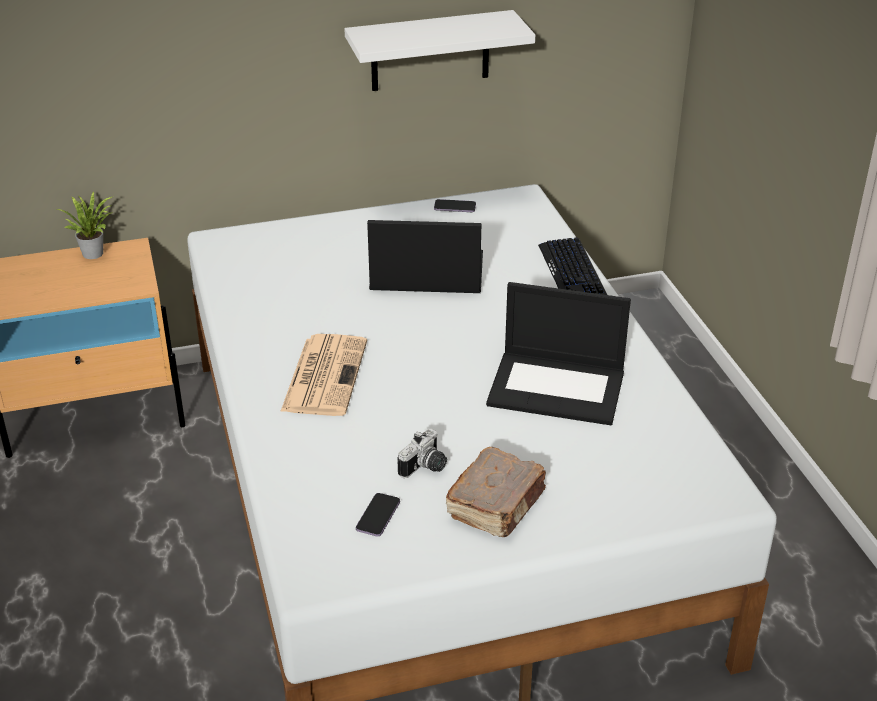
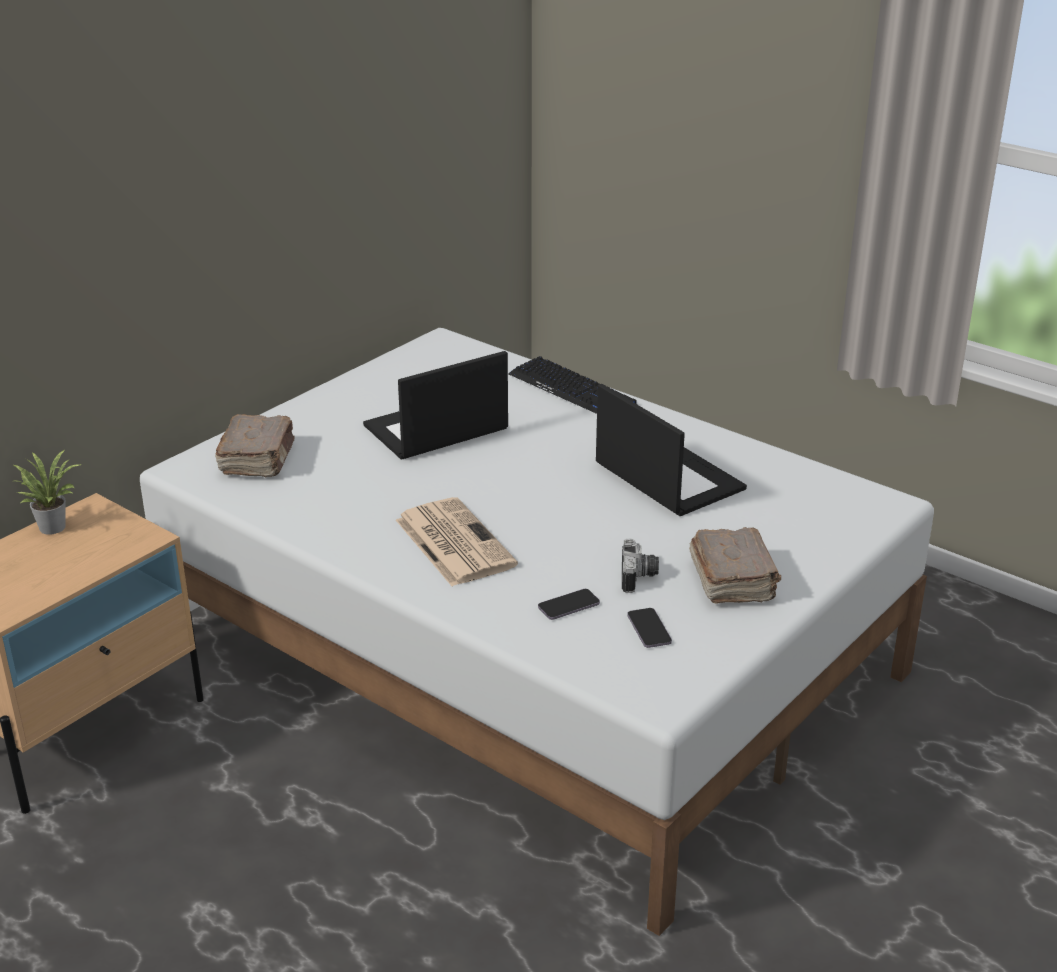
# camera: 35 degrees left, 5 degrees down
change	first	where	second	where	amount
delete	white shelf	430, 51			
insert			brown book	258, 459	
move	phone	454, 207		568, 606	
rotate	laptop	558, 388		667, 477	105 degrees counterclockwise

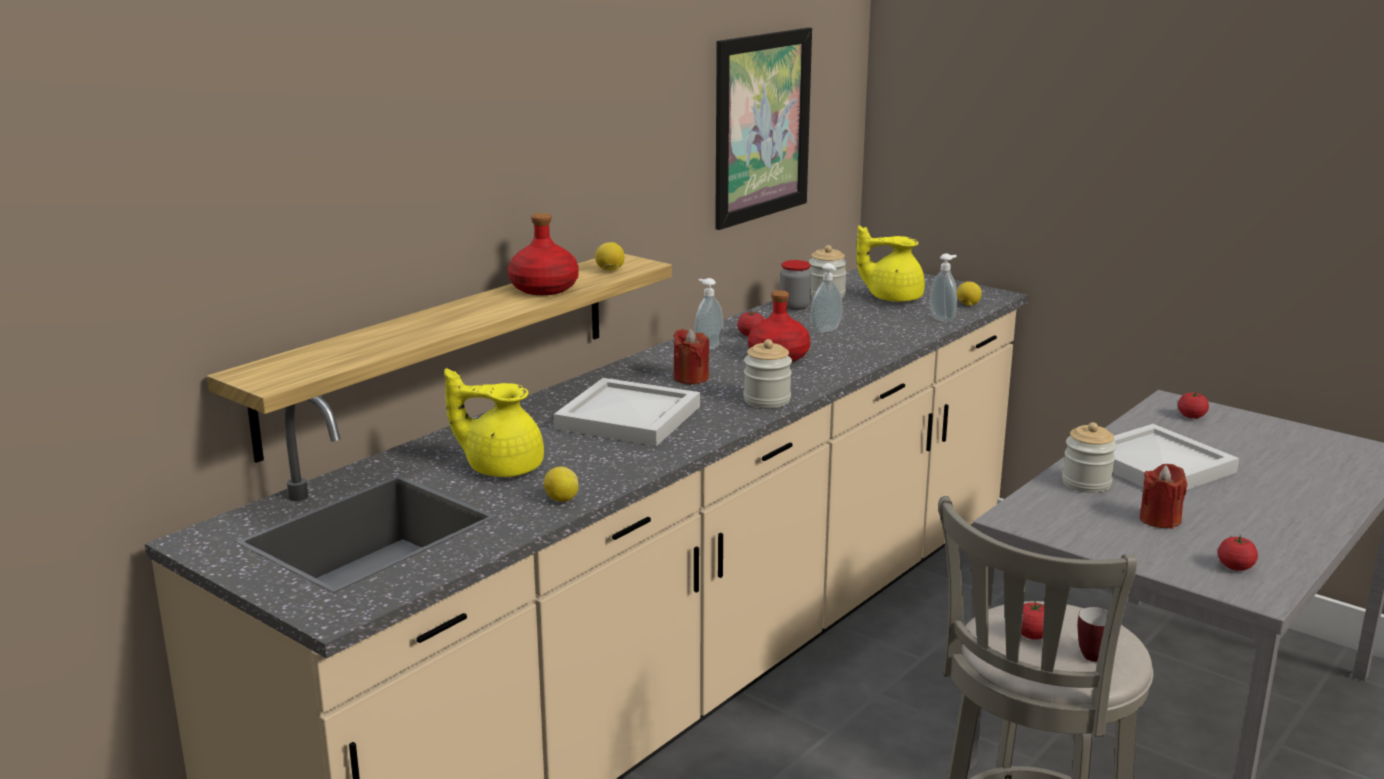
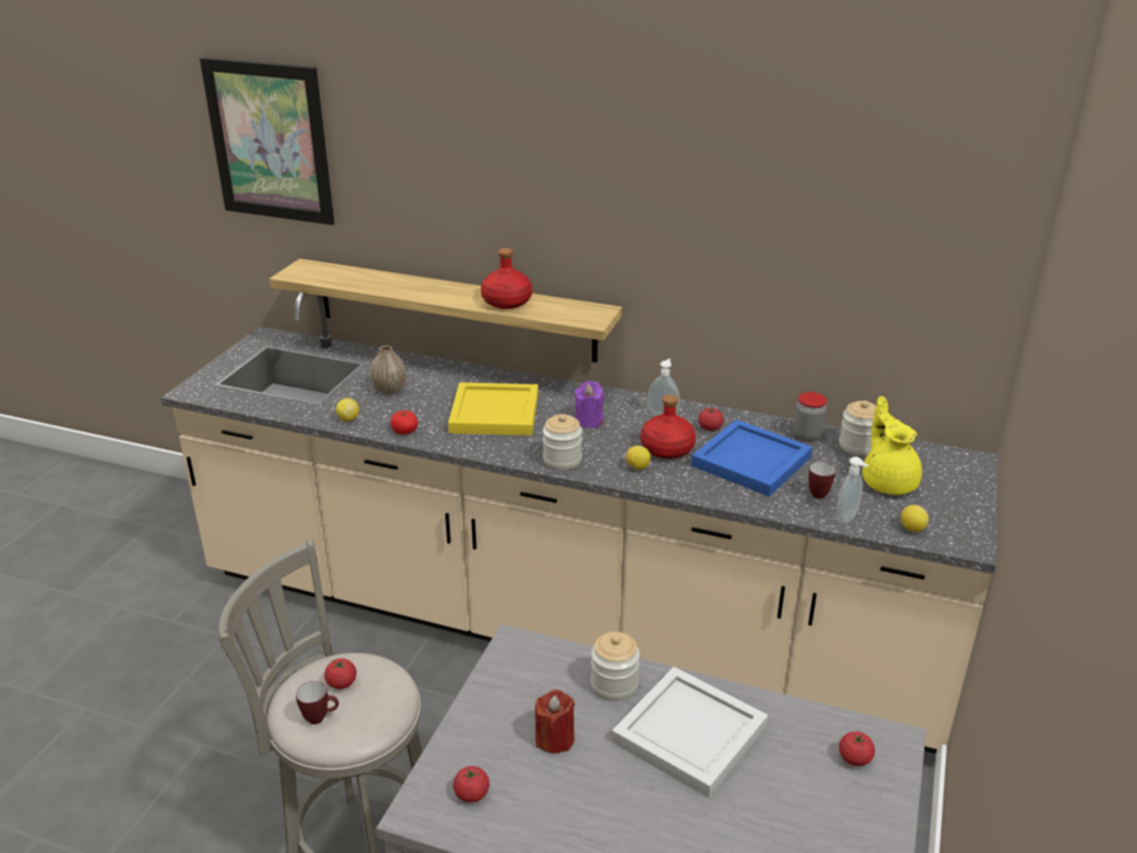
# camera: 70 degrees right, 10 degrees up
change	first	where	second	where	amount
insert			tomato	404, 431	
insert			mug	818, 493	
move	lemon	610, 270		637, 467	
move	picture	762, 126		269, 142	
replace	yellow teapot	501, 467	vase	389, 390	
replace	soap dispenser	827, 331	blue tray	753, 461	
recolor	white tray	630, 417	yellow tray	496, 414	
recolor	red candle	691, 378	purple candle	589, 421	

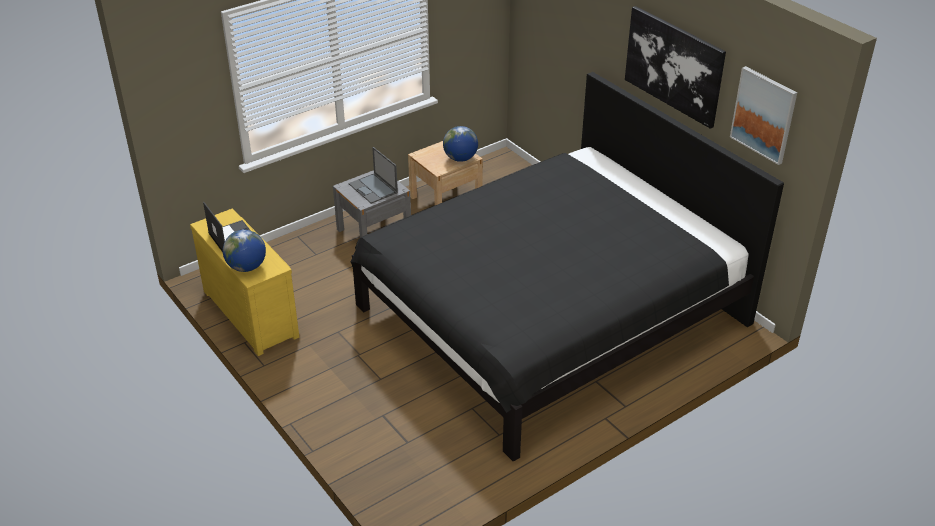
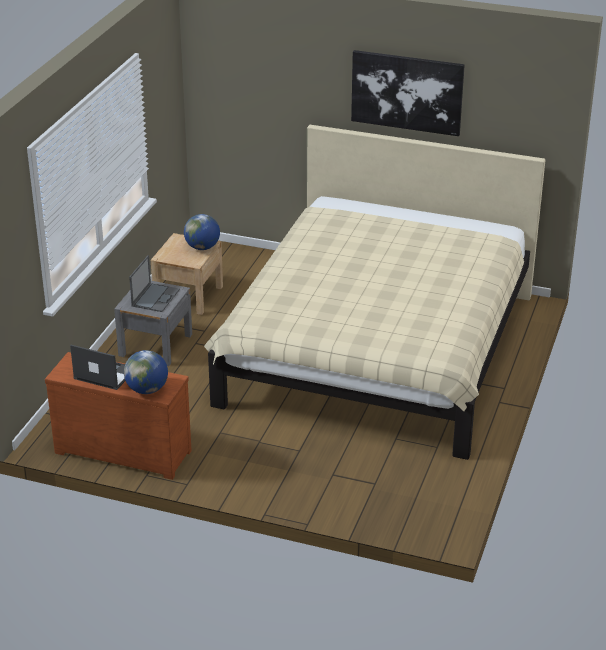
# camera: 35 degrees left, 5 degrees down
change	first	where	second	where	amount
delete	picture	764, 114			
recolor	yellow dresser	253, 312	brown dresser	124, 450	
recolor	black bed	549, 315	beige bed	378, 349	
rotate	laptop	373, 188		155, 297	90 degrees counterclockwise

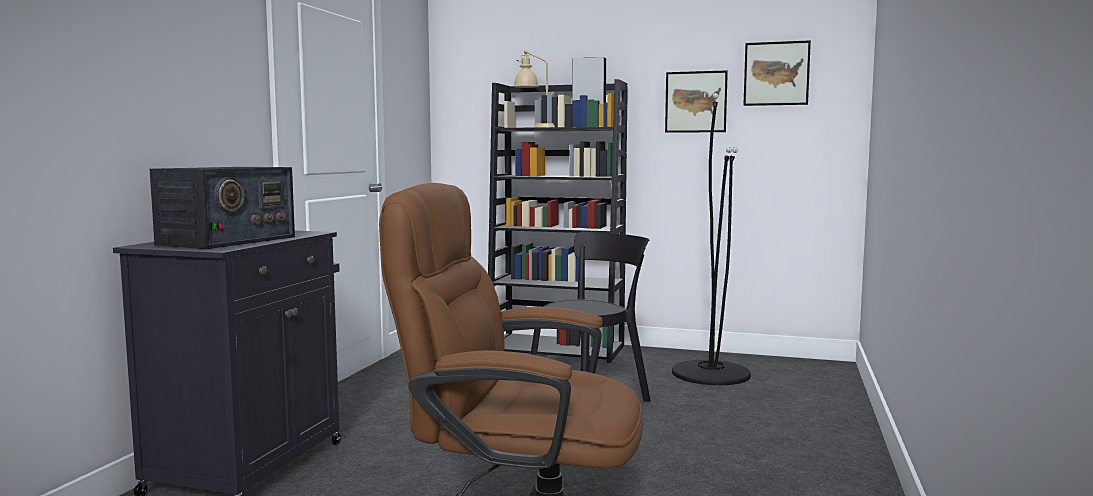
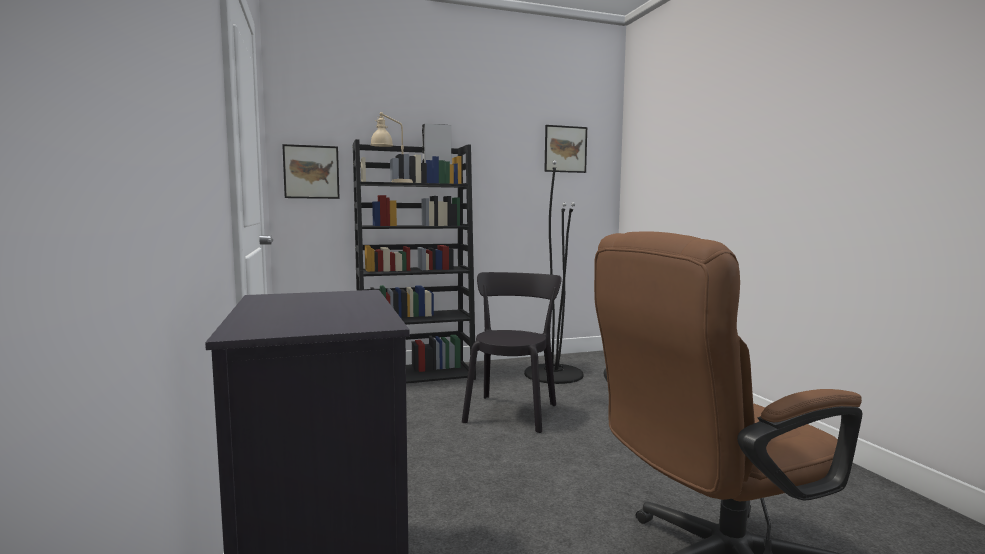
# camera: 35 degrees left, 0 degrees up
change	first	where	second	where	amount
delete	radio	227, 241			
move	picture	696, 102		311, 172	

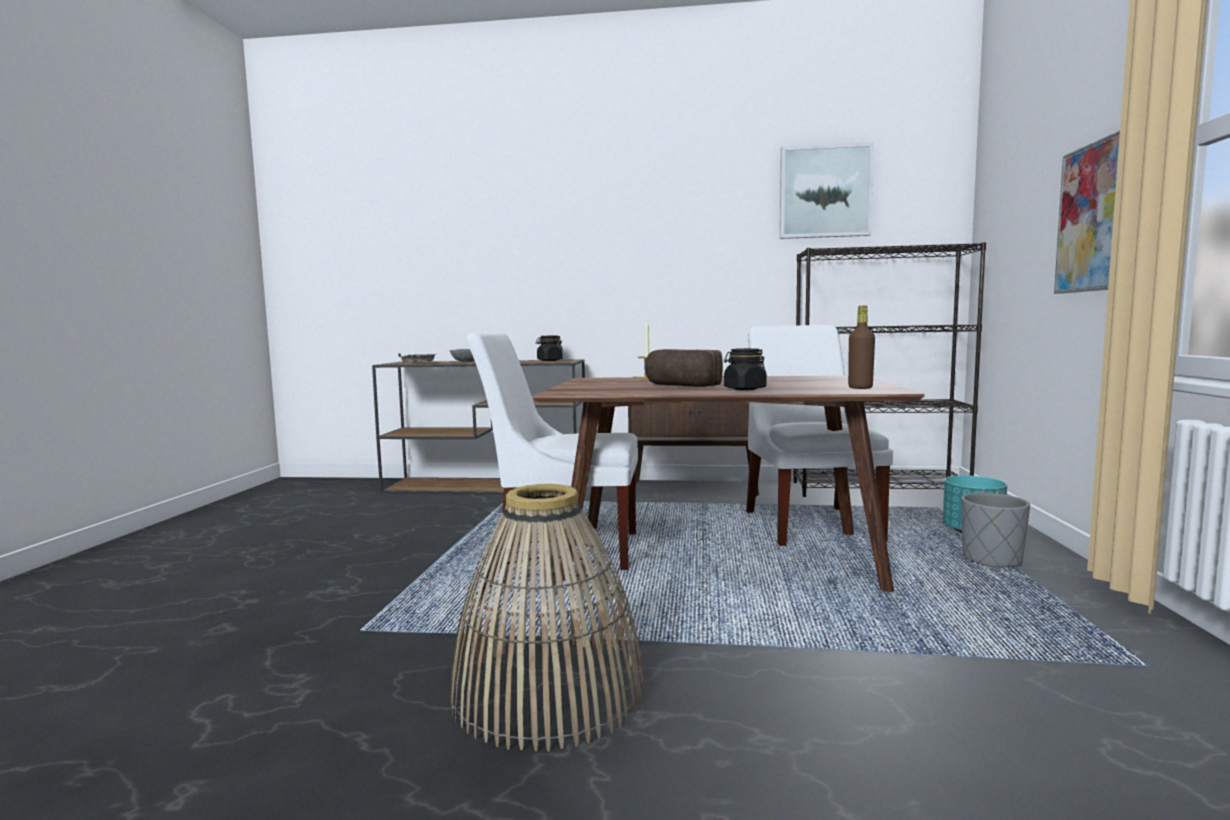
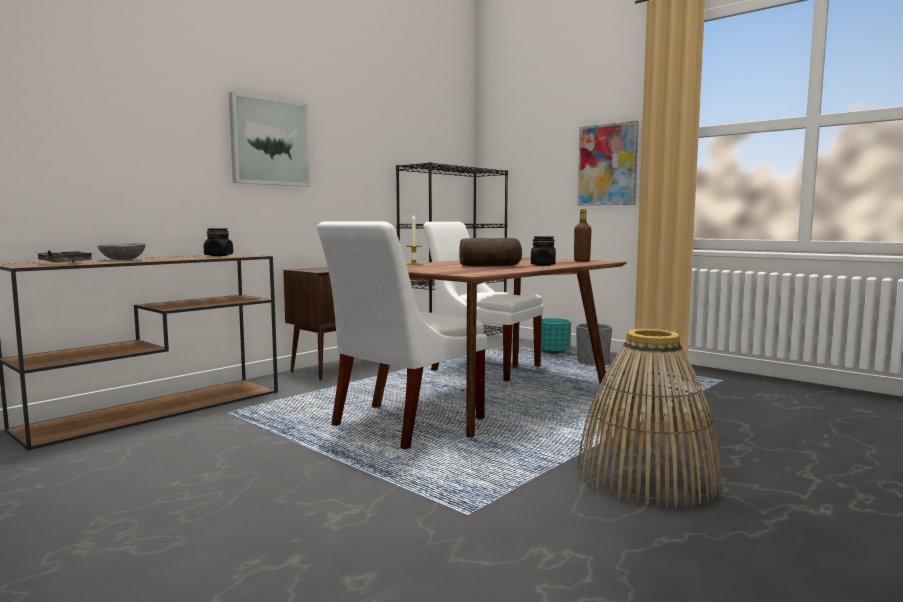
# camera: 55 degrees left, 0 degrees up
change	first	where	second	where	amount
move	picture	825, 192		269, 142	

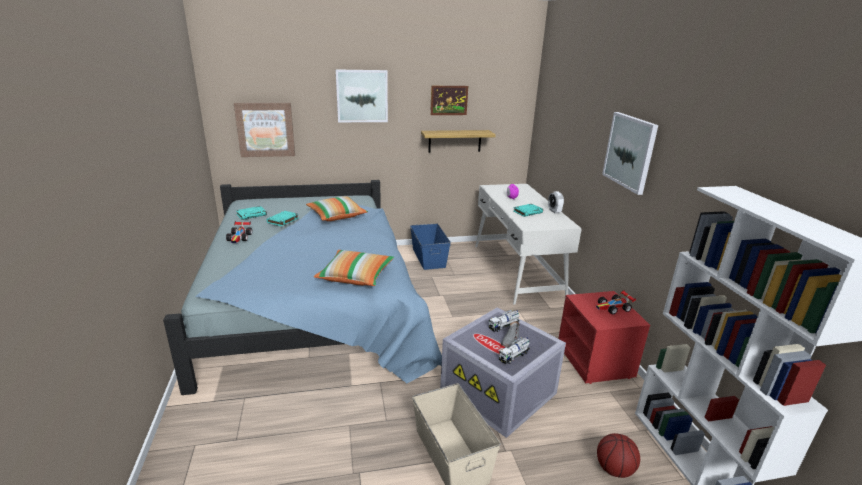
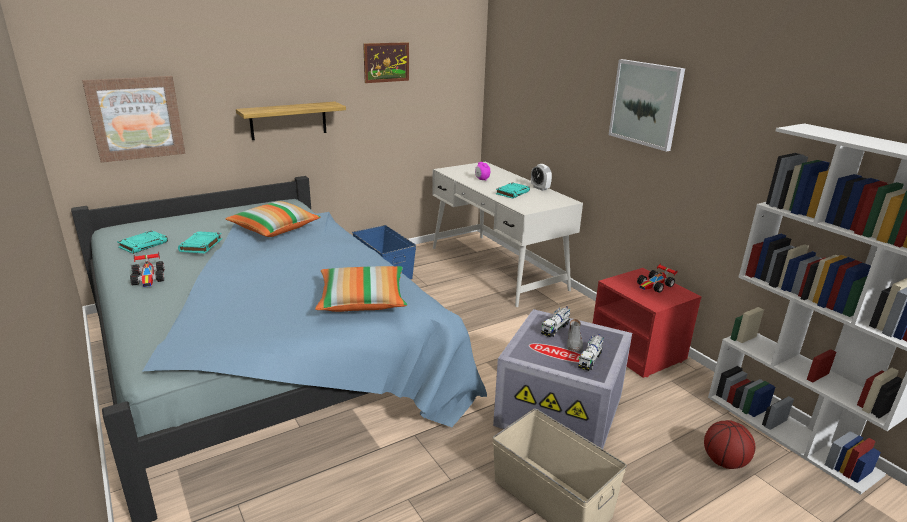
# camera: 20 degrees left, 0 degrees up
change	first	where	second	where	amount
delete	picture	362, 96			
move	shelf	455, 141		288, 120	

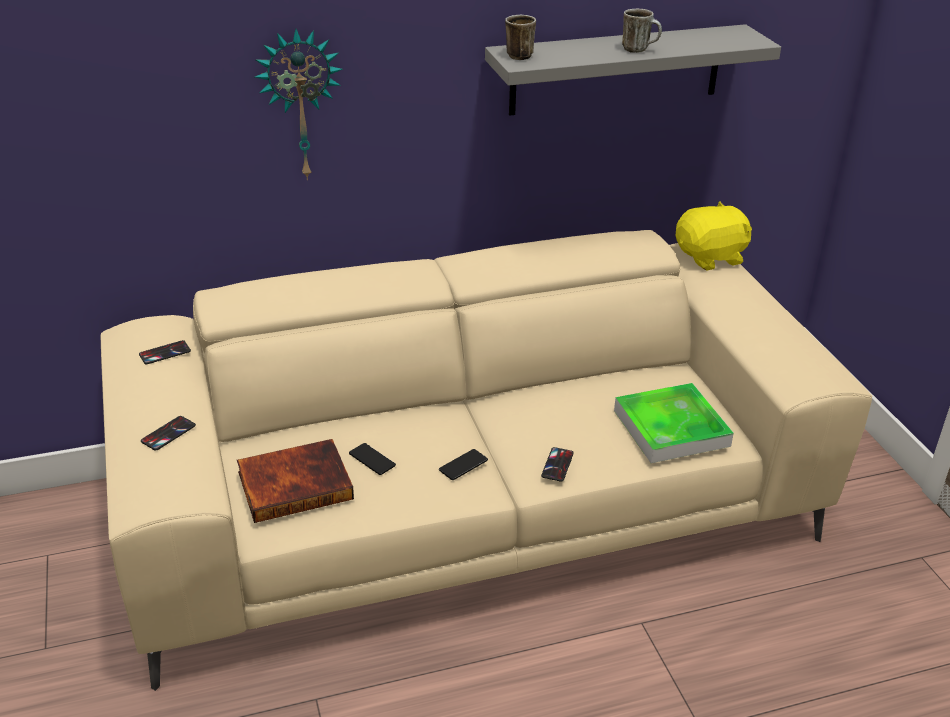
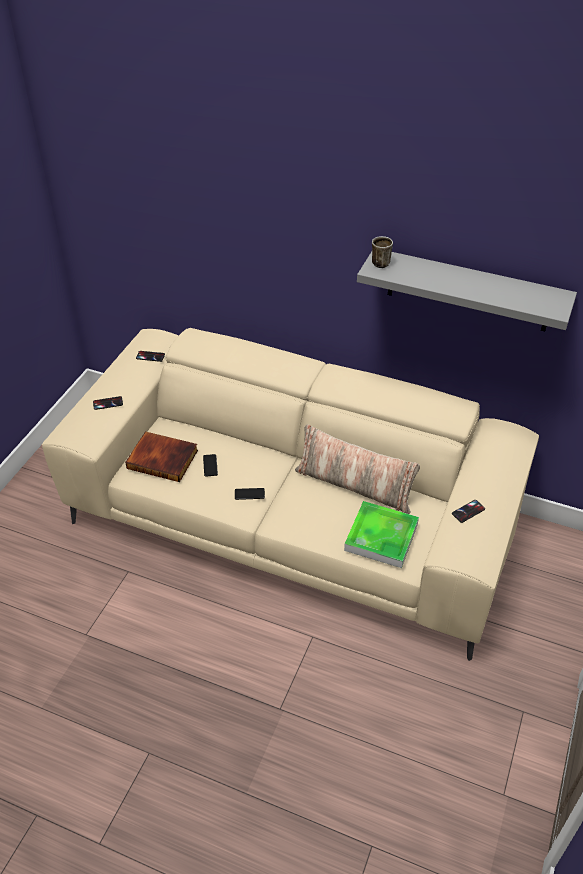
# camera: 40 degrees right, 10 degrees up
change	first	where	second	where	amount
delete	wall clock	300, 104			
delete	mug	640, 50			
delete	yellow plush toy	711, 257			
insert			pillow	354, 486	
move	phone	557, 465		468, 511	

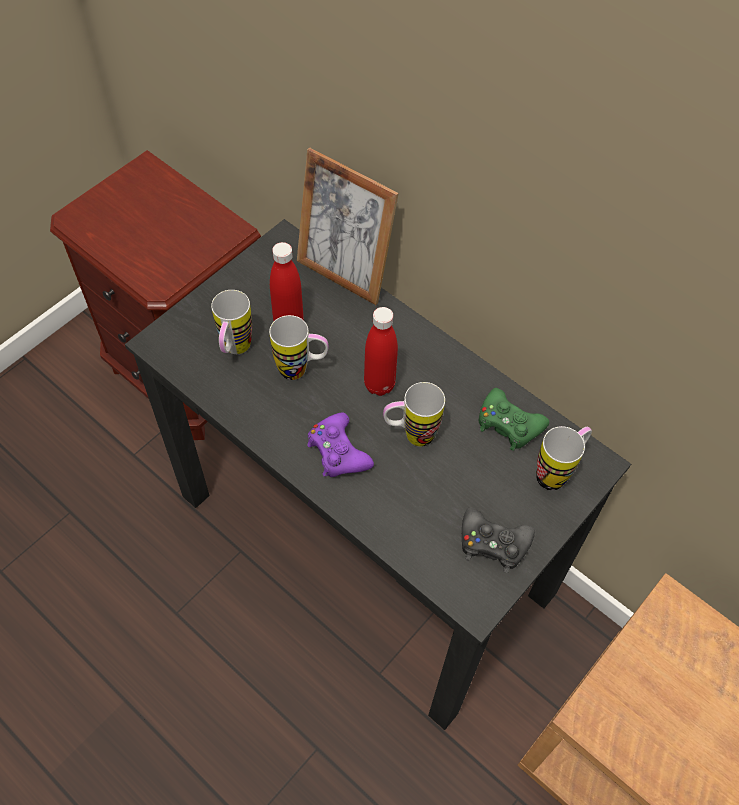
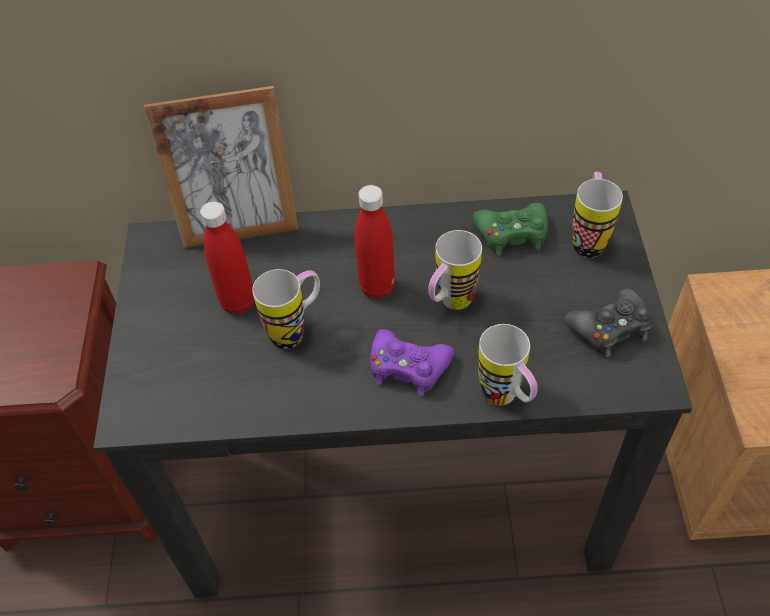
# camera: 40 degrees left, 5 degrees down
change	first	where	second	where	amount
move	mug	234, 351		506, 399	

